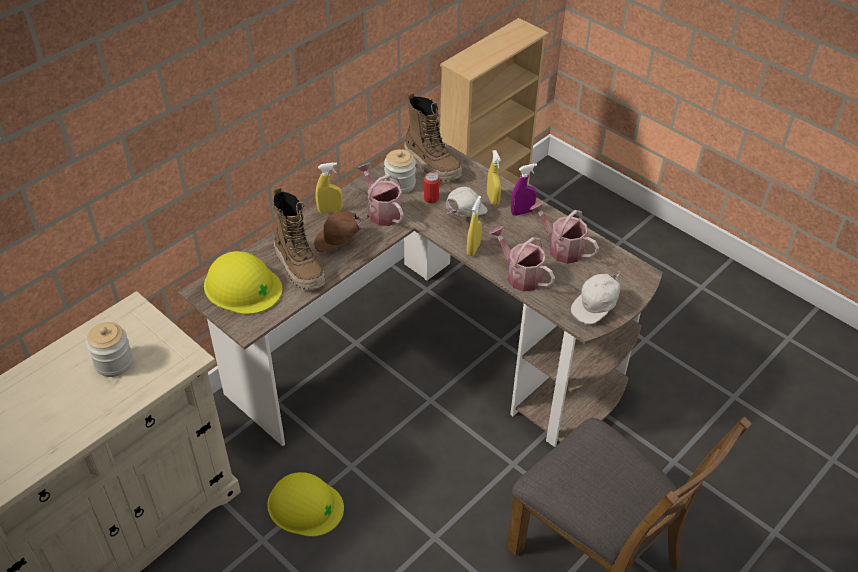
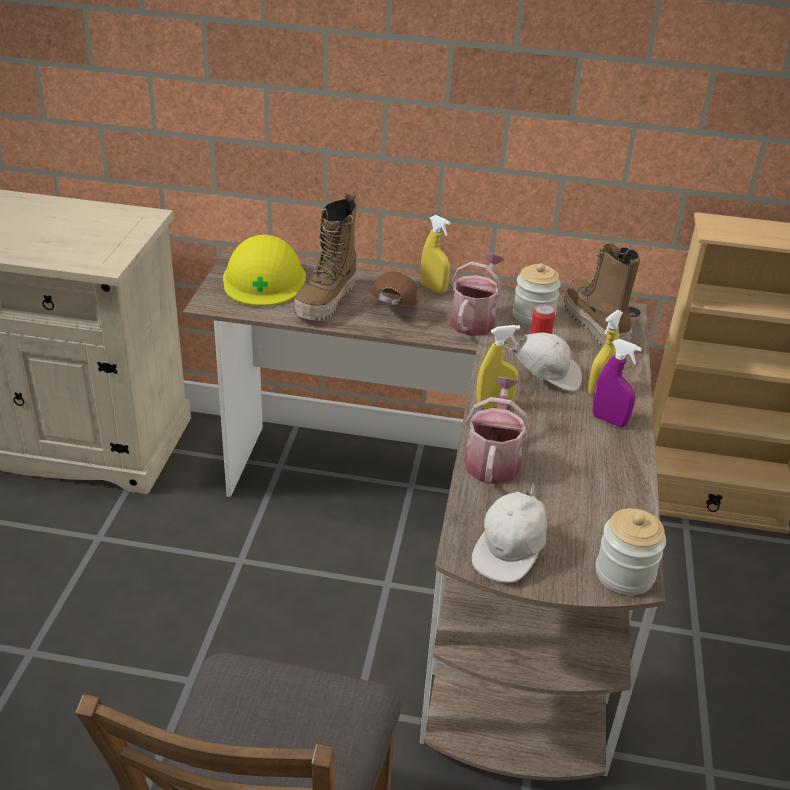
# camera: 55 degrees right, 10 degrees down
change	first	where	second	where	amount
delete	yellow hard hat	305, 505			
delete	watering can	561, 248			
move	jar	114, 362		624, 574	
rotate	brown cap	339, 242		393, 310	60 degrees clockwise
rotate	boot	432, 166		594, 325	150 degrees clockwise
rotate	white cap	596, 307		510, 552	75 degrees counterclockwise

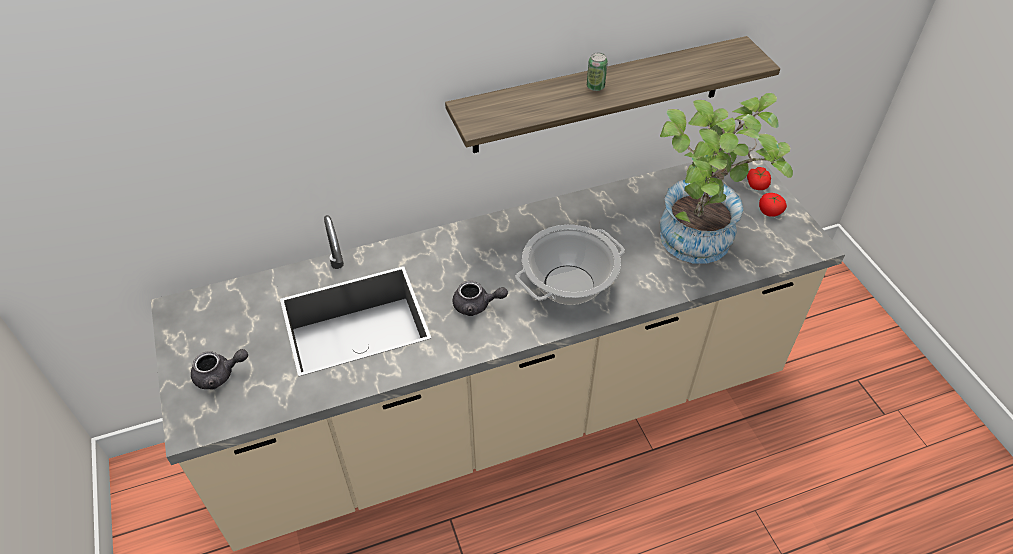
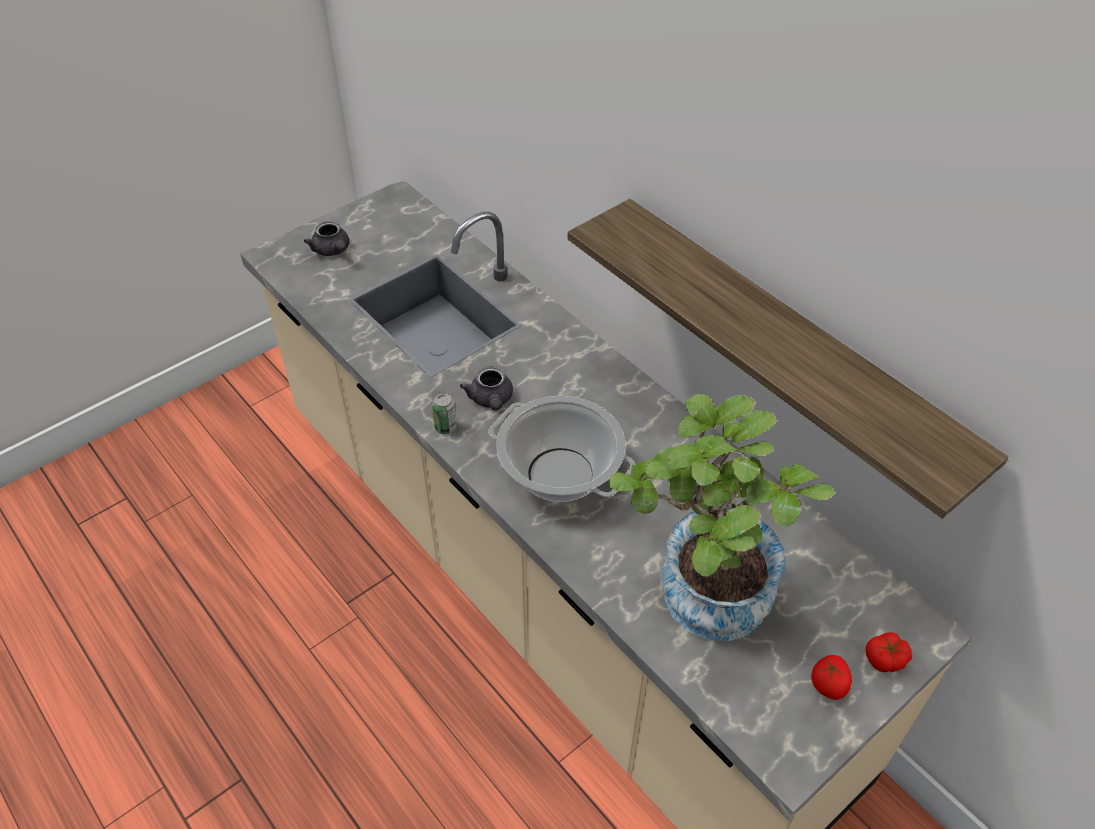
# camera: 70 degrees right, 0 degrees up
change	first	where	second	where	amount
move	can	595, 87		445, 427	

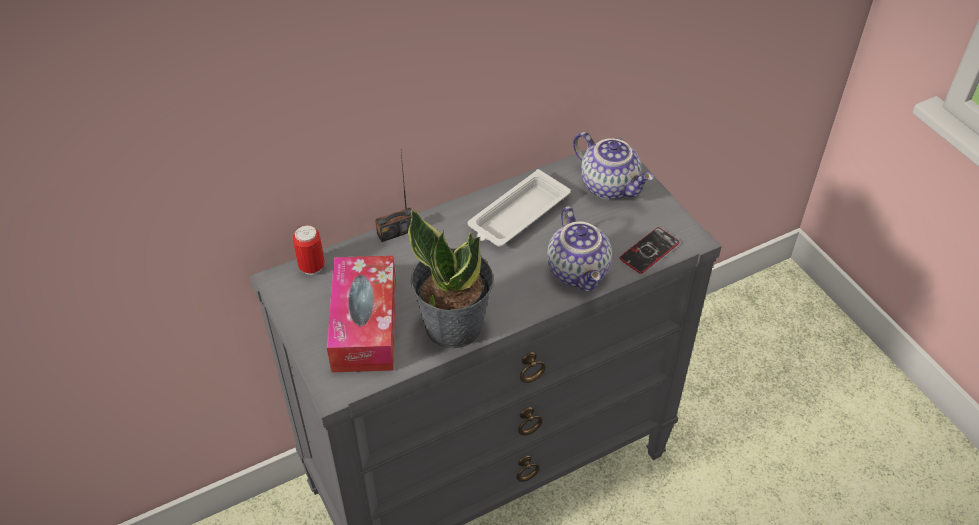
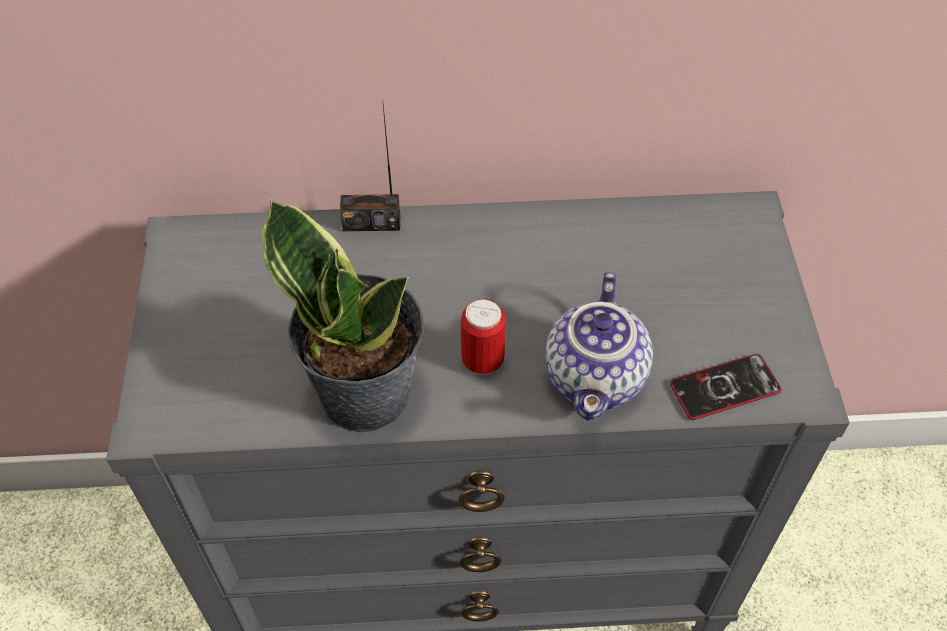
# camera: 25 degrees right, 5 degrees up
change	first	where	second	where	amount
delete	tissue box	364, 324			
delete	white tray	517, 215			
delete	teapot	610, 185			
move	can	312, 267		482, 361	

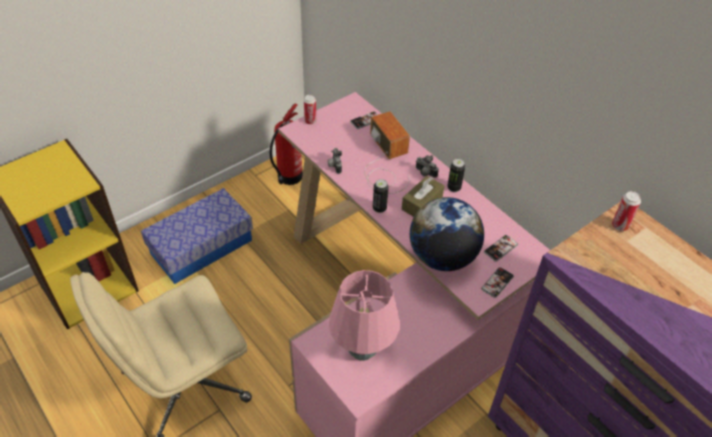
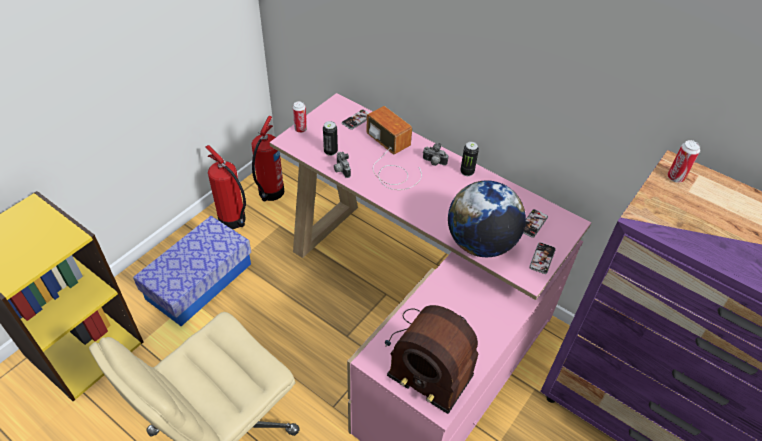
# camera: 15 degrees left, 0 degrees up
change	first	where	second	where	amount
delete	brown tissue box	422, 203			
insert			fire extinguisher	233, 221	
move	can	379, 208		330, 151	
replace	pink table lamp	363, 351	radio	428, 357	

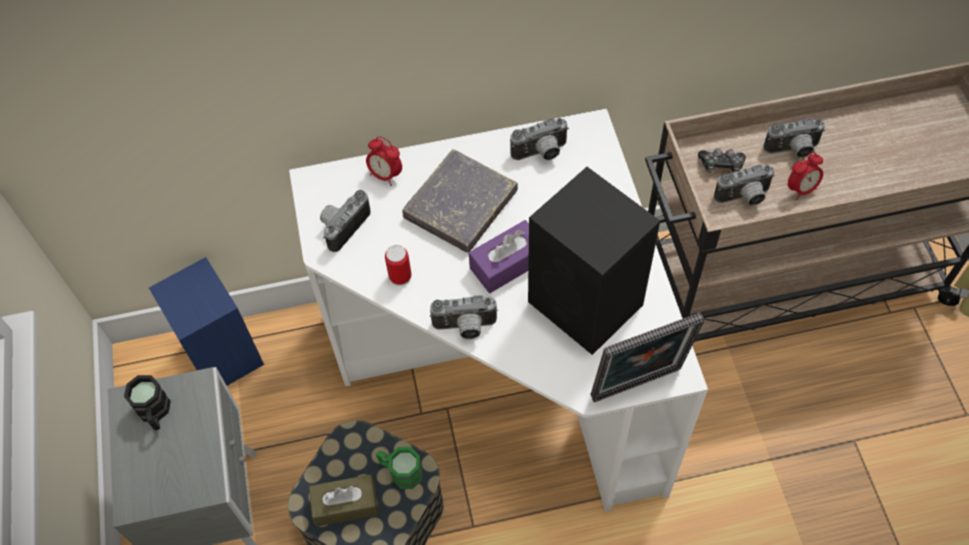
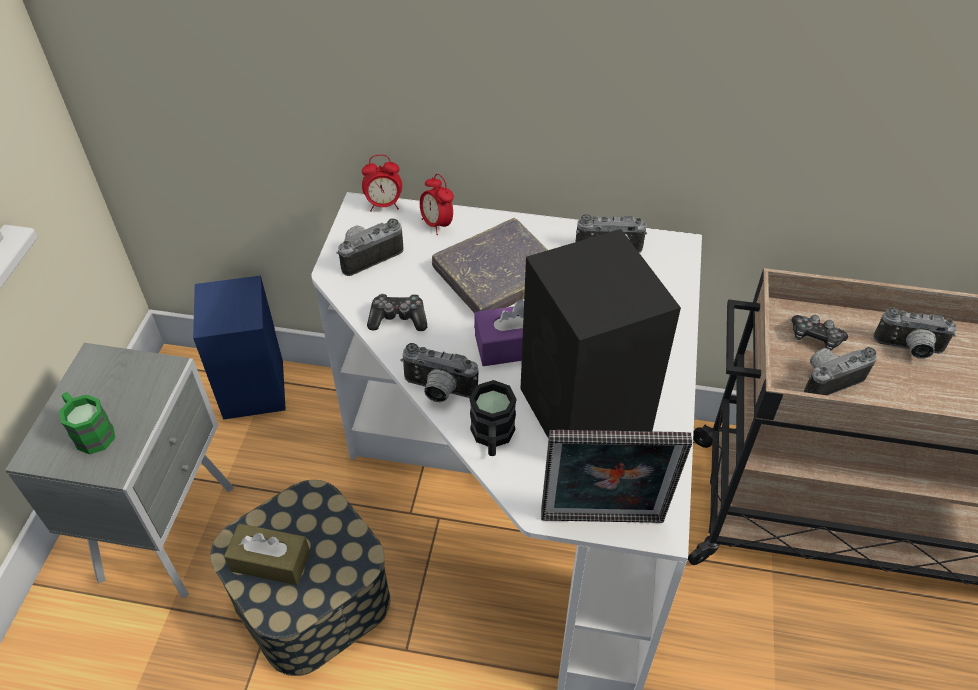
# camera: 20 degrees right, 10 degrees down
change	first	where	second	where	amount
move	black mug	155, 413		492, 437	
move	green mug	400, 471		90, 432	
move	alarm clock	801, 189		384, 205	
replace	can	400, 276	game controller	398, 319	
rotate	photo camera	744, 198		829, 379	150 degrees clockwise

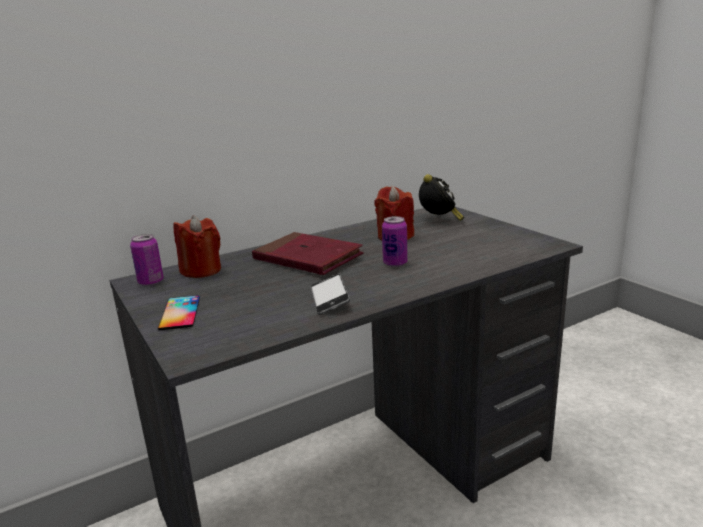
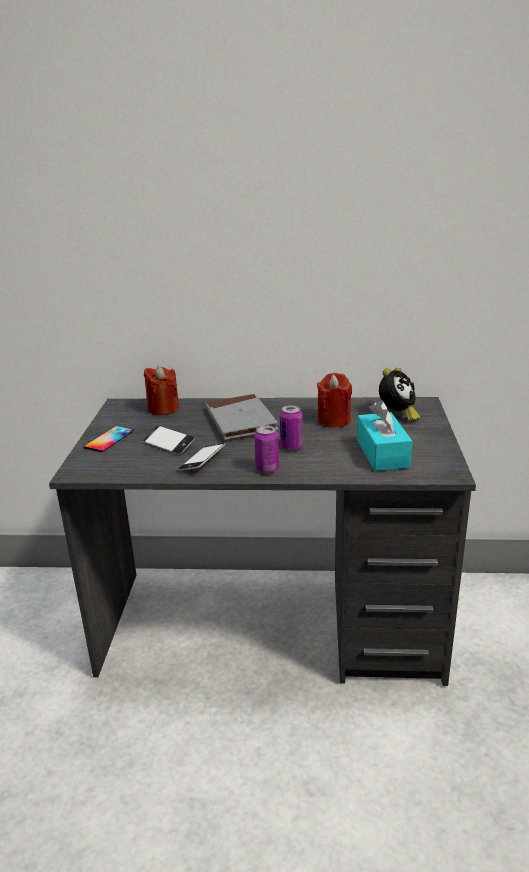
# camera: 35 degrees right, 5 degrees up
change	first	where	second	where	amount
insert			phone	169, 444	
insert			turquoise tissue box	382, 453	
move	can	151, 282		267, 469	
recolor	red book	307, 258	grey book	240, 421	

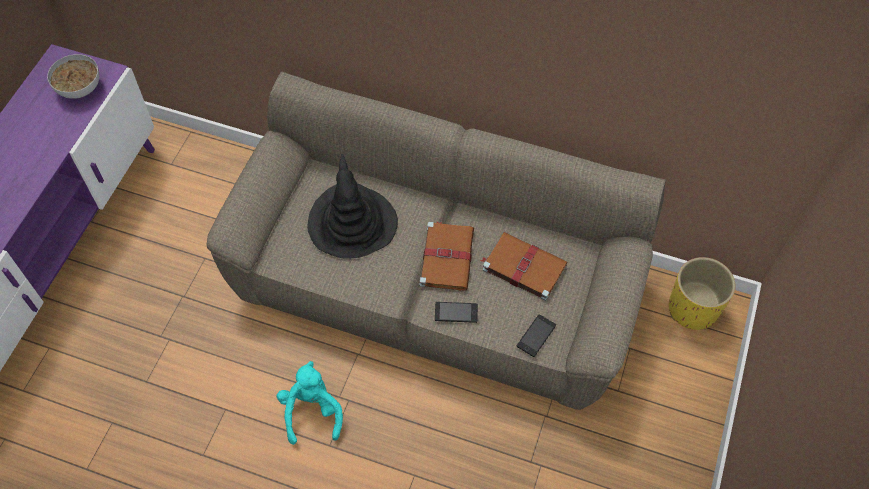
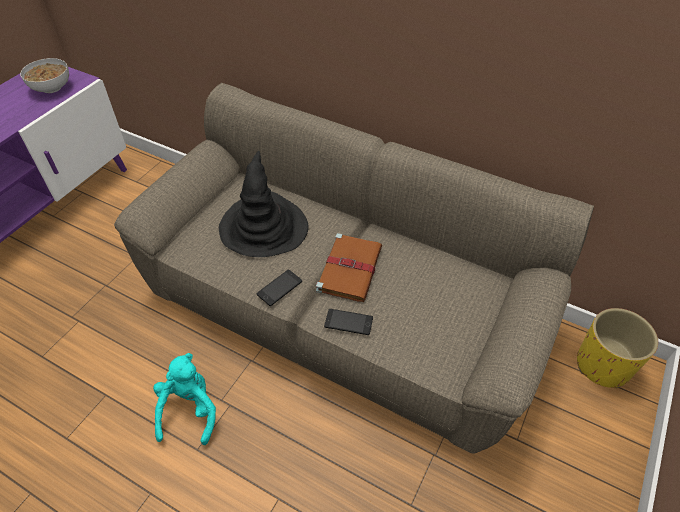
# camera: 10 degrees right, 10 degrees down
change	first	where	second	where	amount
delete	brown book	523, 266			
move	phone	536, 335		279, 288	

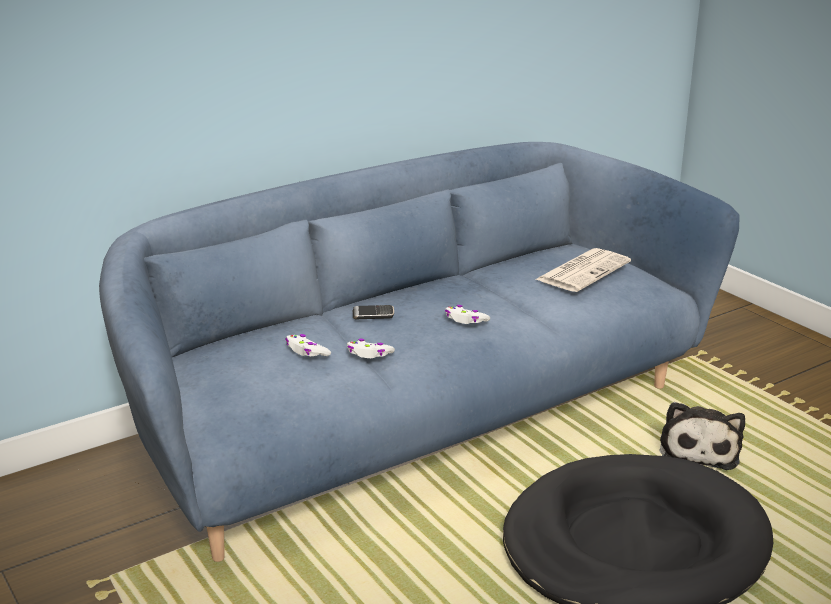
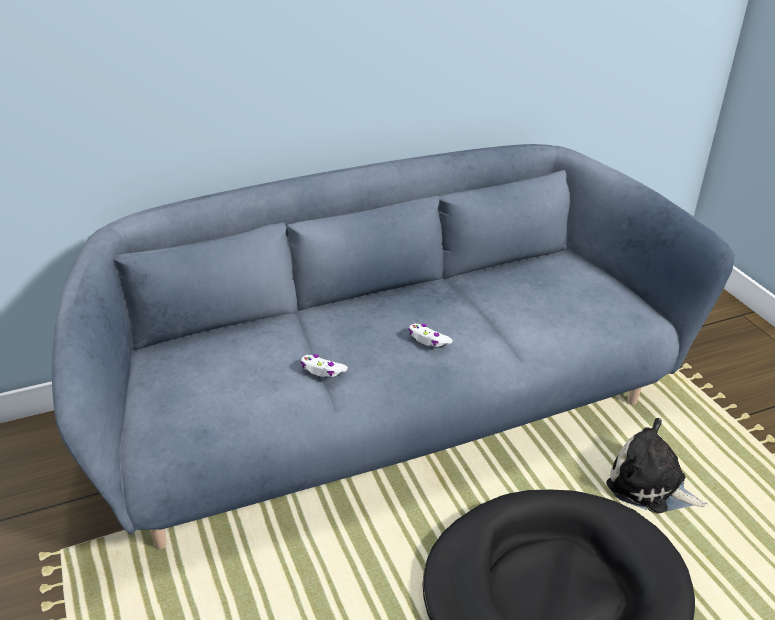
# camera: 10 degrees right, 10 degrees up
change	first	where	second	where	amount
delete	white game controller	306, 351			
delete	phone	373, 314			
delete	newspaper	583, 271			
rotate	plush toy	698, 450		650, 486	105 degrees clockwise

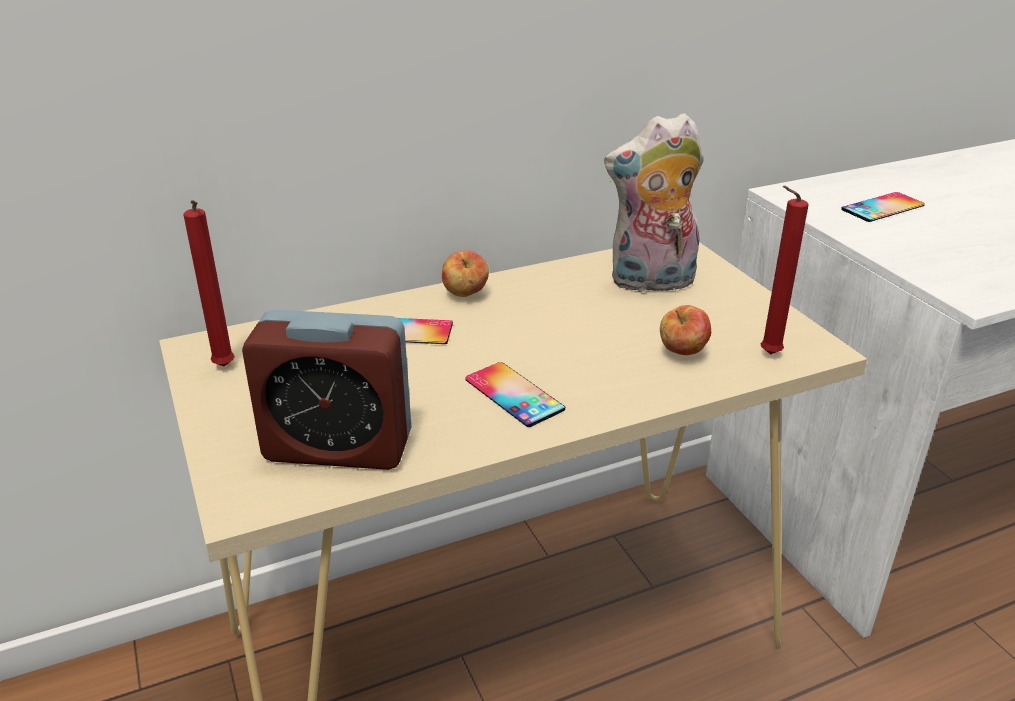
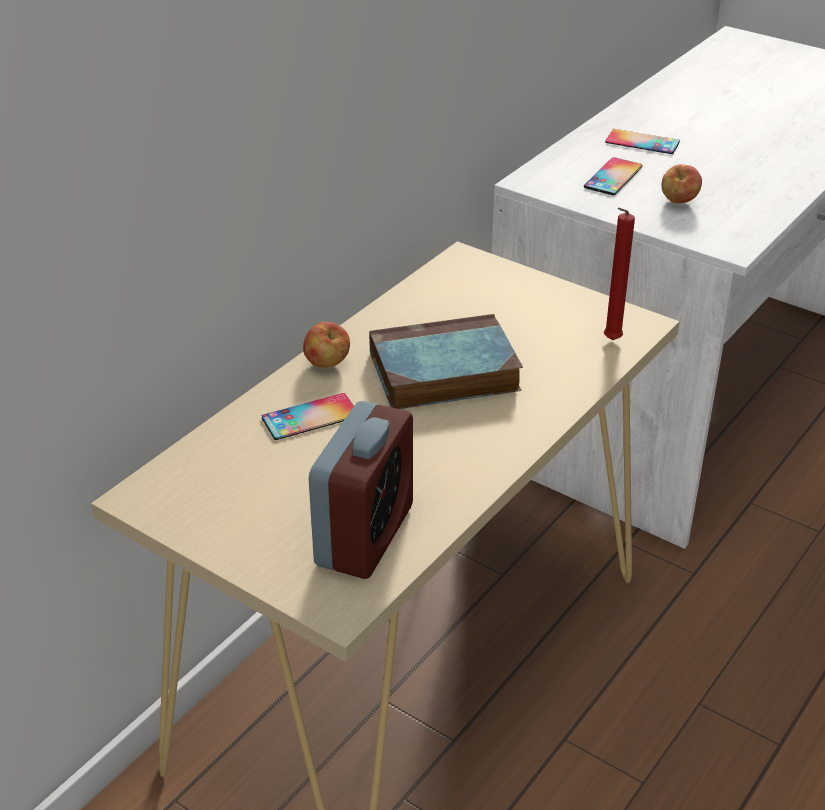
# camera: 30 degrees left, 5 degrees up
change	first	where	second	where	amount
delete	red candle	224, 368			
delete	plush toy	651, 283			
insert			book	441, 373	
move	phone	514, 394		642, 142	
move	apple	683, 353		679, 202	
rotate	alarm clock	338, 447		364, 535	45 degrees counterclockwise

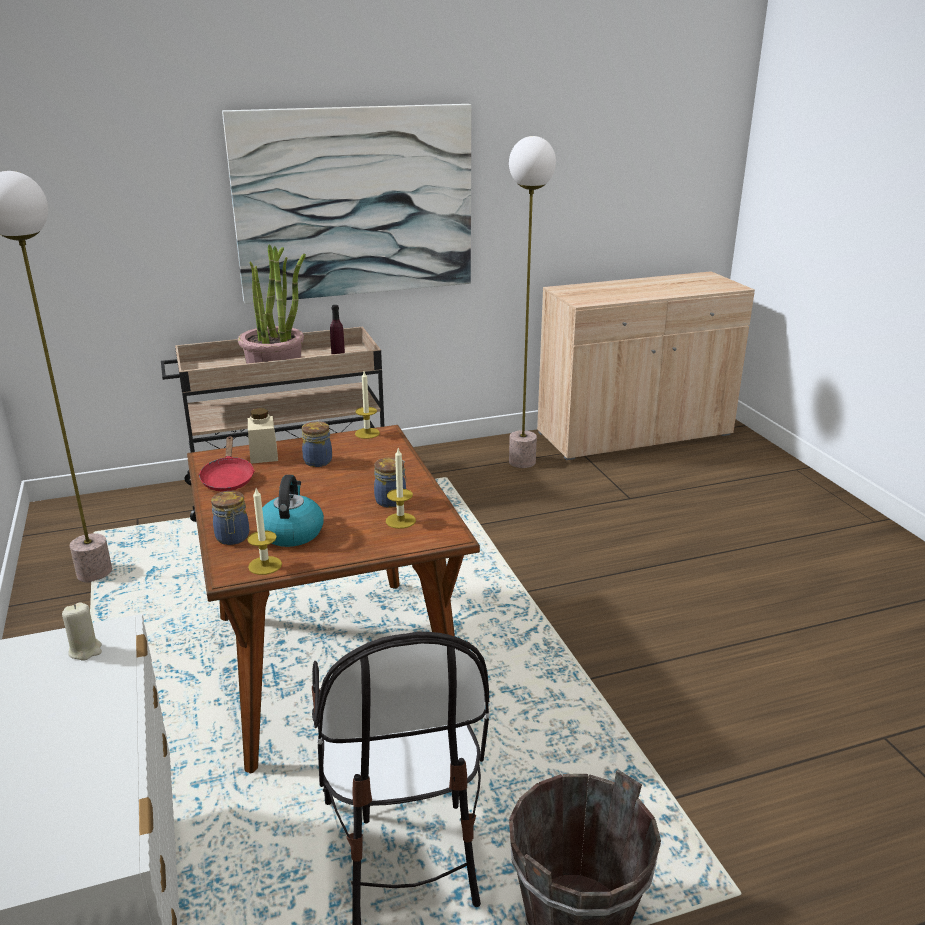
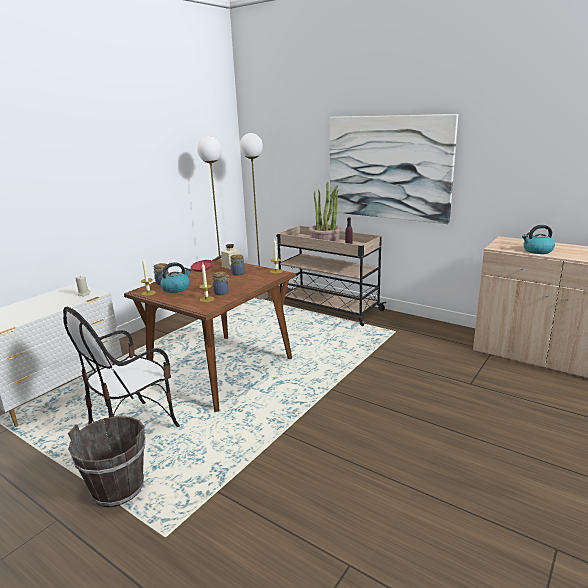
# camera: 55 degrees right, 5 degrees down
change	first	where	second	where	amount
insert			kettle	537, 251	
move	floor lamp	522, 462		261, 297	

